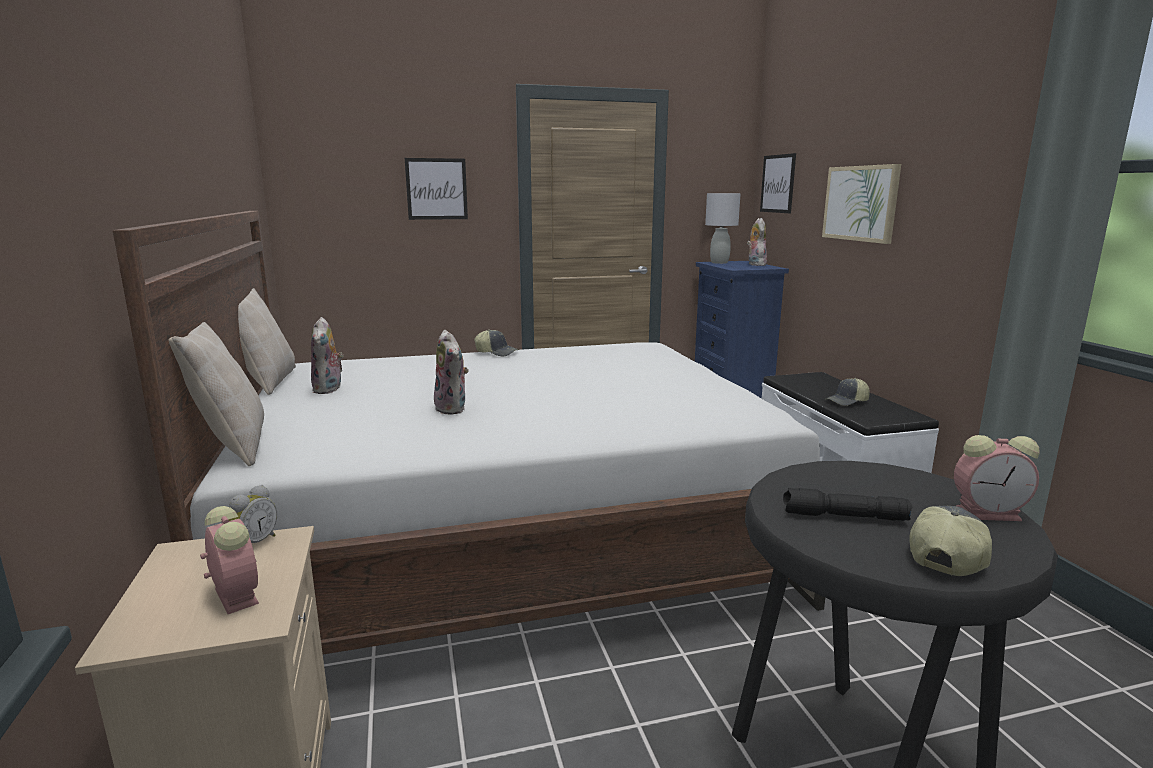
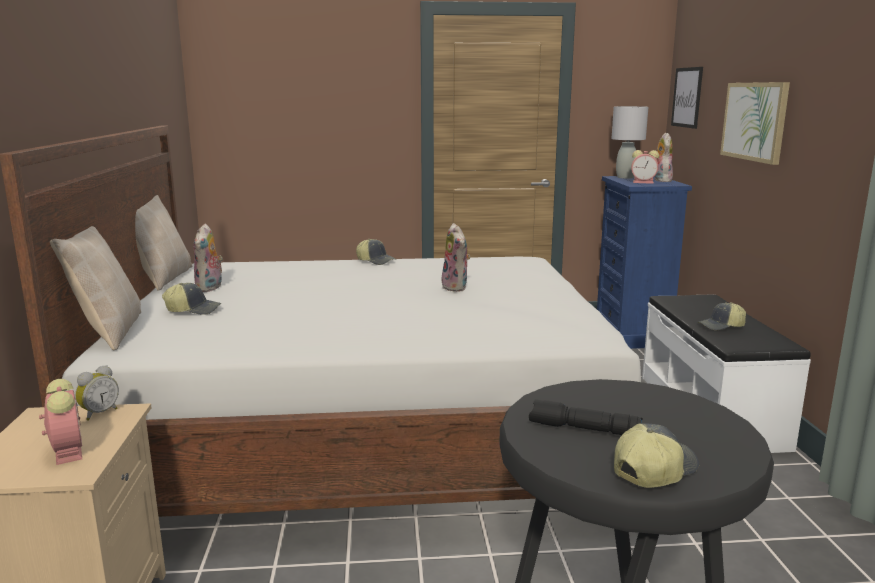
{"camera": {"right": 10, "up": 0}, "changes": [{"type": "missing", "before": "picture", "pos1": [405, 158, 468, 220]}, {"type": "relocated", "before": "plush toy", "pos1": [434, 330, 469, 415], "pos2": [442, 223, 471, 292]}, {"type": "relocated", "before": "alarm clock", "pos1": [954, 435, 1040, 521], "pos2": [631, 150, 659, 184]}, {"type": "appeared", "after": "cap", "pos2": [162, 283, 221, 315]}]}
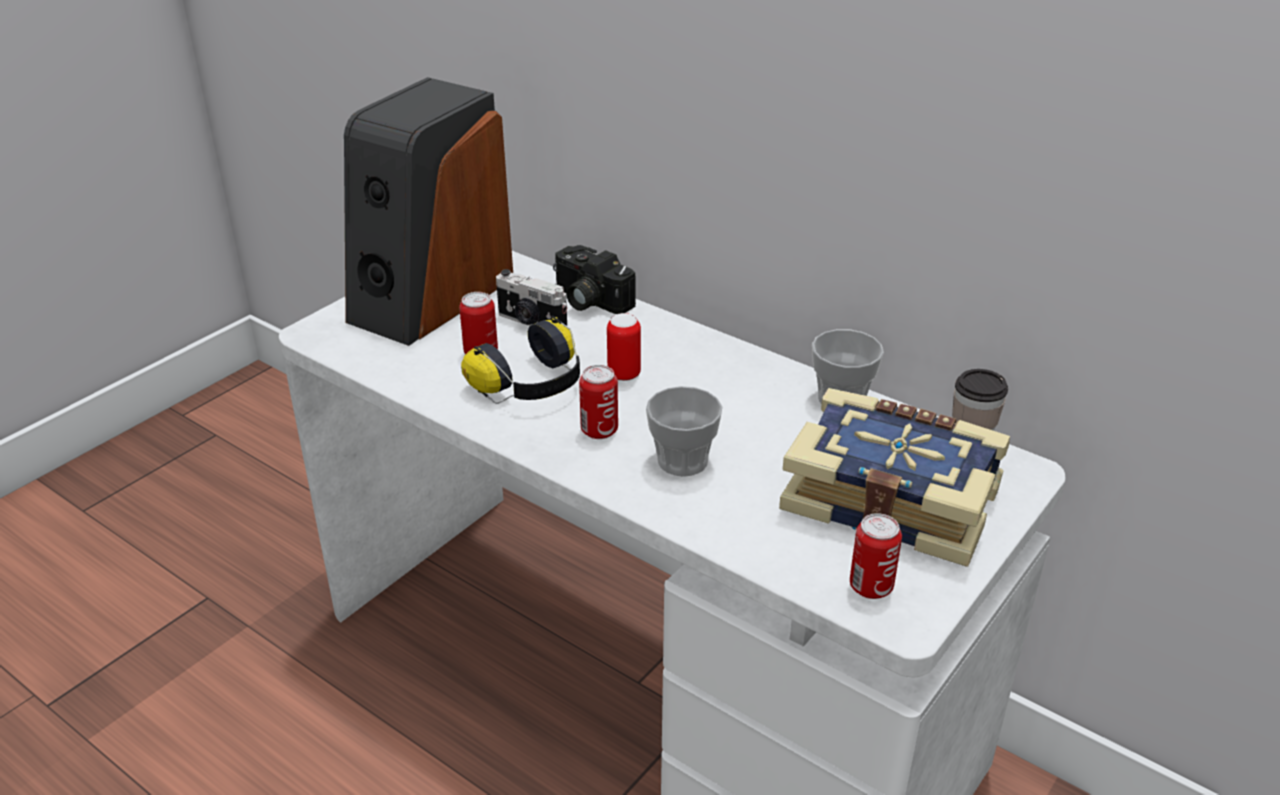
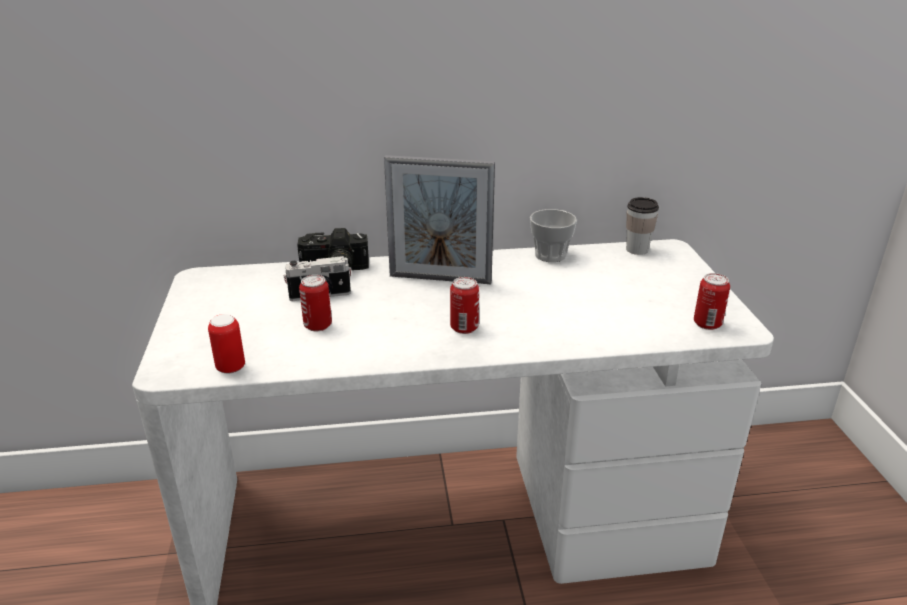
{"camera": {"right": -45, "up": -5}, "changes": [{"type": "missing", "before": "speaker", "pos1": [344, 77, 513, 346]}, {"type": "missing", "before": "headphones", "pos1": [461, 316, 580, 404]}, {"type": "relocated", "before": "can", "pos1": [607, 313, 641, 381], "pos2": [208, 314, 245, 373]}, {"type": "missing", "before": "cup", "pos1": [646, 386, 723, 477]}, {"type": "missing", "before": "book", "pos1": [779, 388, 1010, 567]}, {"type": "appeared", "after": "picture frame", "pos2": [384, 155, 495, 284]}]}
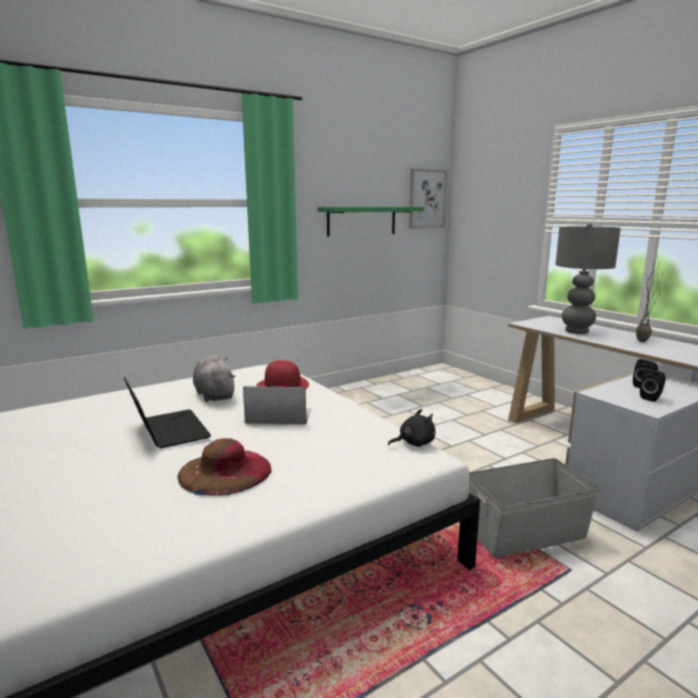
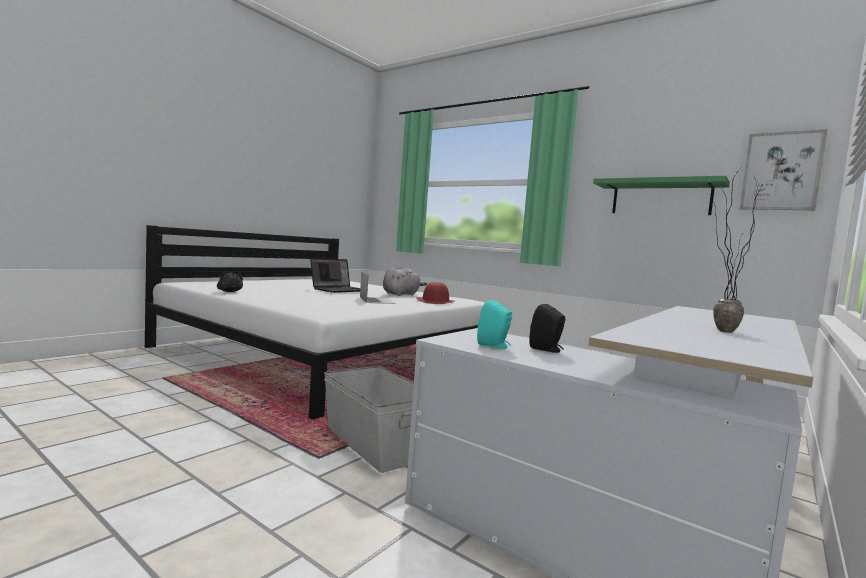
{"camera": {"right": 70, "up": -10}, "changes": [{"type": "missing", "before": "brown hat", "pos1": [177, 438, 271, 496]}, {"type": "relocated", "before": "black plush toy", "pos1": [388, 409, 436, 447], "pos2": [217, 272, 243, 292]}, {"type": "missing", "before": "grey table lamp", "pos1": [555, 223, 621, 334]}, {"type": "colour", "before": "black speaker", "after": "turquoise speaker", "pos1": [640, 369, 666, 402], "pos2": [477, 300, 512, 349]}]}
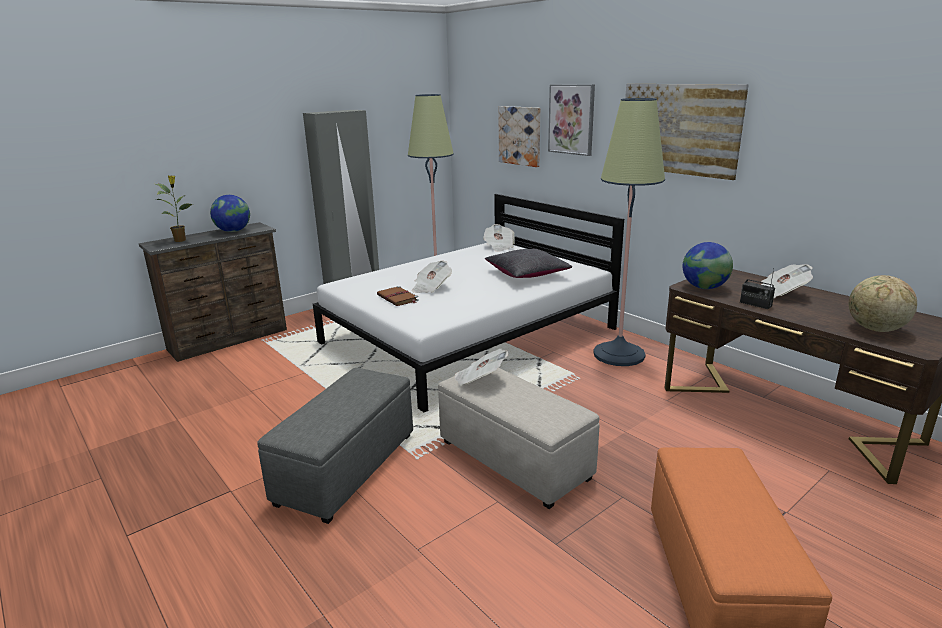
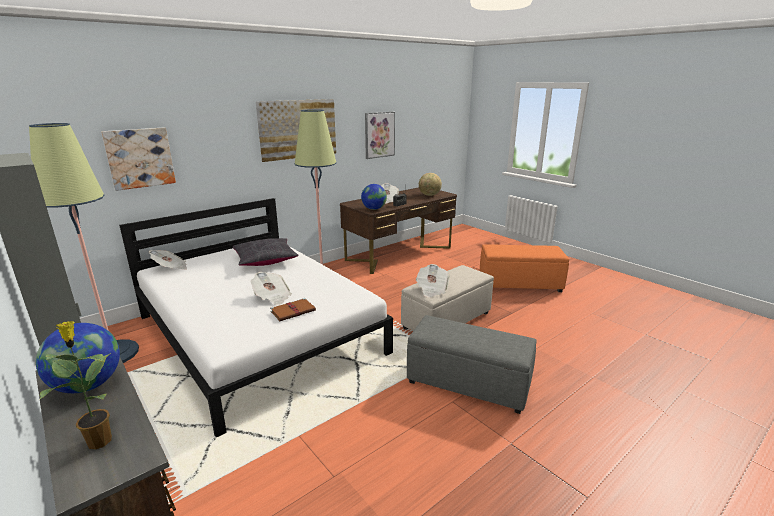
{"camera": {"right": -90, "up": 0}, "changes": [{"type": "relocated", "before": "picture", "pos1": [548, 84, 595, 156], "pos2": [365, 112, 395, 159]}]}
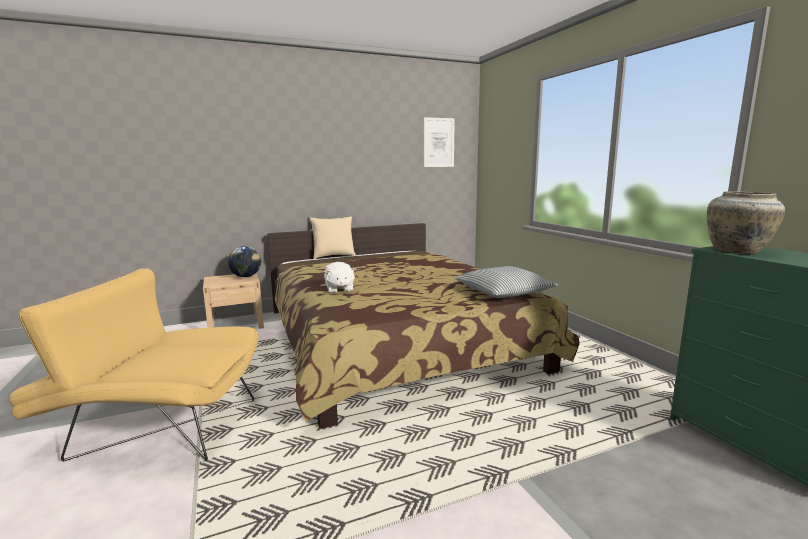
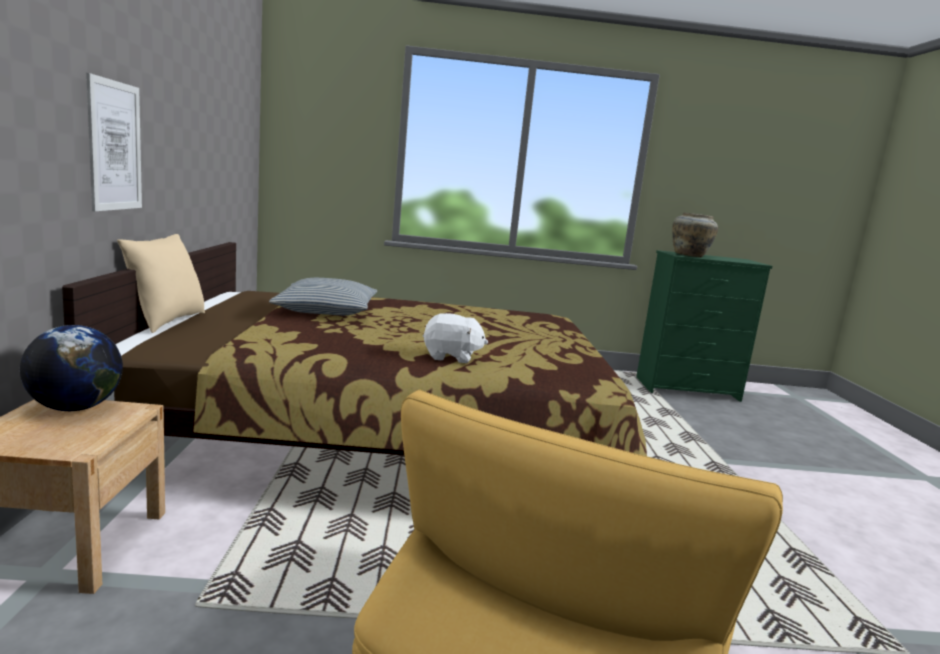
{"camera": {"right": -70, "up": 0}, "changes": [{"type": "relocated", "before": "picture", "pos1": [424, 117, 455, 167], "pos2": [86, 73, 142, 211]}, {"type": "relocated", "before": "pillow", "pos1": [454, 266, 559, 298], "pos2": [269, 278, 377, 315]}]}
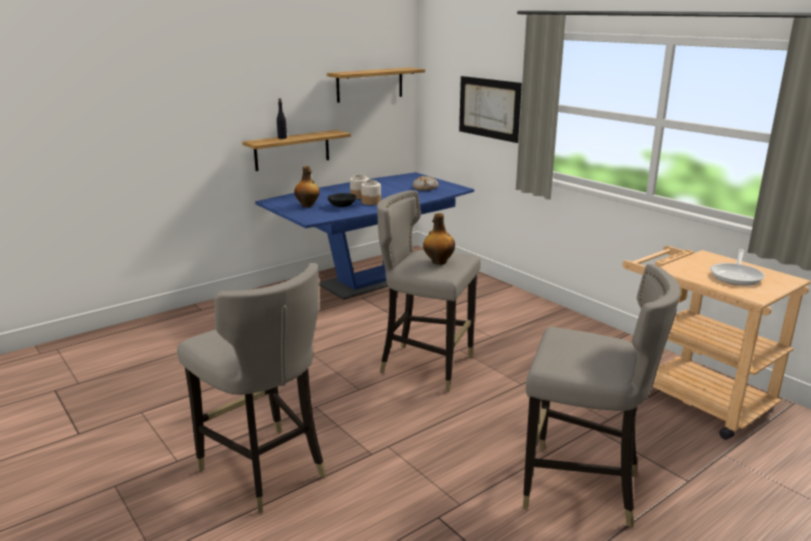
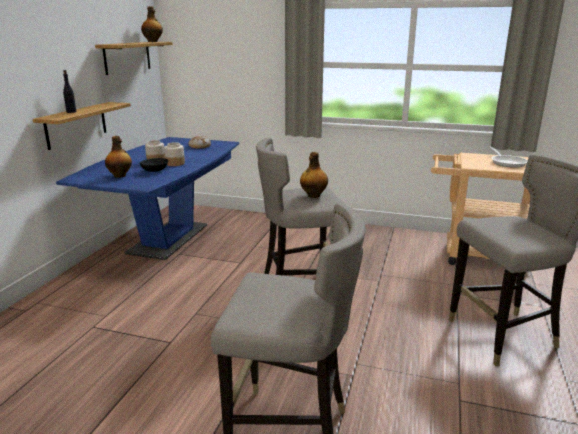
{"camera": {"right": -35, "up": 0}, "changes": [{"type": "missing", "before": "picture", "pos1": [459, 76, 522, 143]}, {"type": "appeared", "after": "bottle", "pos2": [141, 6, 163, 42]}]}
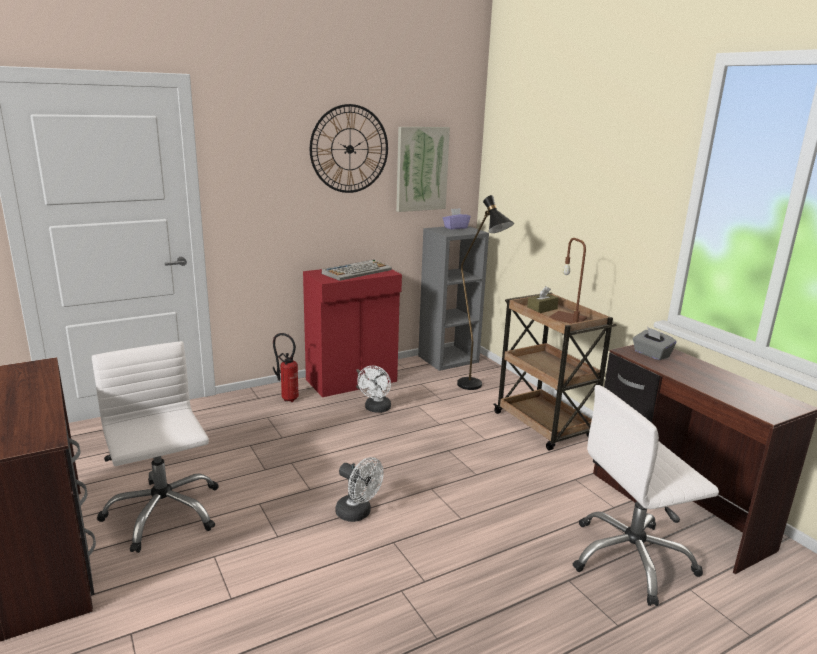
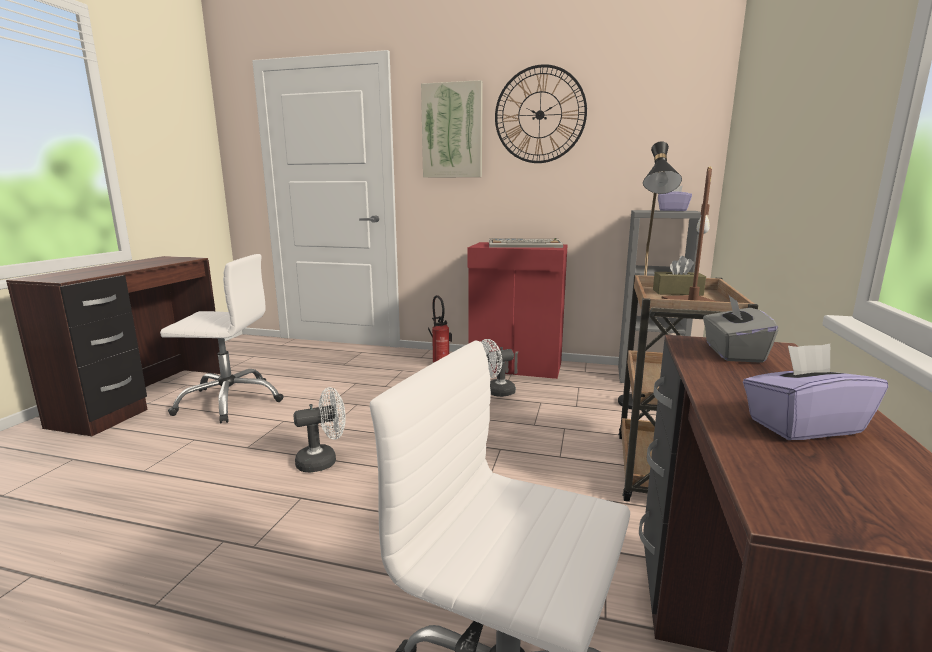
{"camera": {"right": 45, "up": -5}, "changes": [{"type": "spun", "before": "white office chair", "pos1": [92, 341, 219, 553], "pos2": [160, 254, 284, 423], "turn": 75}, {"type": "spun", "before": "white fan", "pos1": [335, 457, 384, 522], "pos2": [293, 387, 346, 473], "turn": -105}, {"type": "relocated", "before": "picture", "pos1": [396, 127, 450, 212], "pos2": [421, 80, 483, 178]}, {"type": "appeared", "after": "purple tissue box", "pos2": [743, 344, 888, 440]}]}
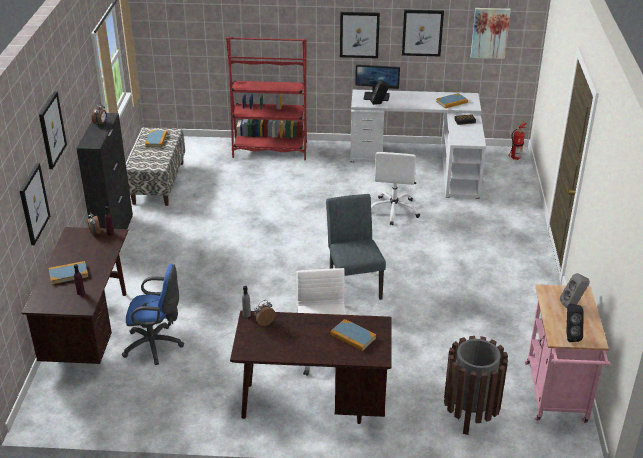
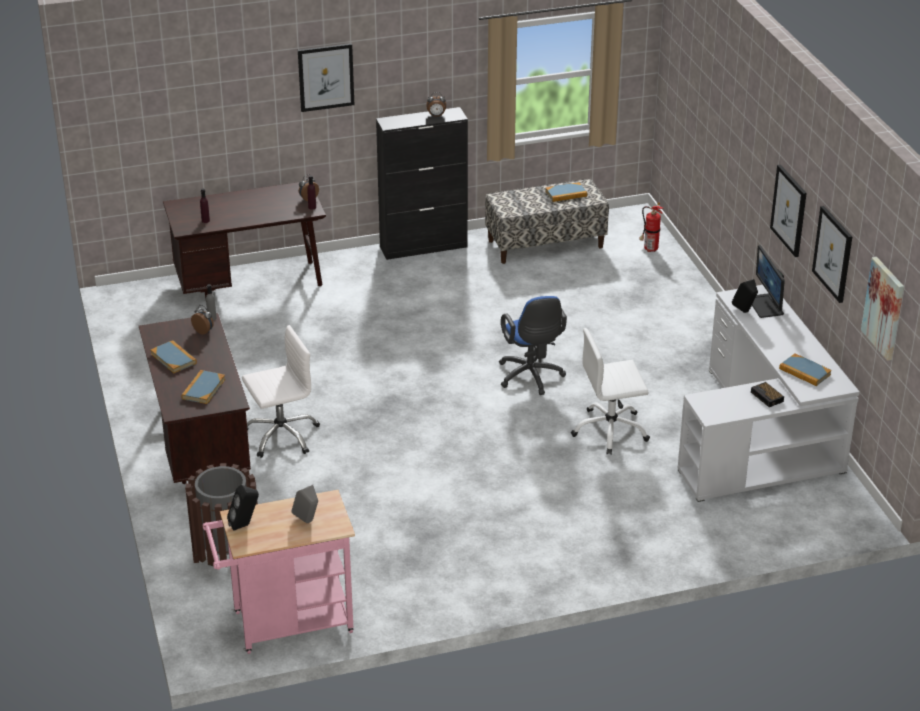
{"camera": {"right": 70, "up": 0}, "changes": [{"type": "missing", "before": "picture", "pos1": [20, 163, 50, 245]}, {"type": "relocated", "before": "book", "pos1": [49, 261, 88, 284], "pos2": [151, 340, 197, 373]}, {"type": "relocated", "before": "blue office chair", "pos1": [122, 264, 184, 365], "pos2": [499, 296, 567, 395]}, {"type": "missing", "before": "red bookcase", "pos1": [226, 37, 307, 160]}, {"type": "missing", "before": "grey chair", "pos1": [326, 194, 386, 300]}, {"type": "relocated", "before": "fire extinguisher", "pos1": [508, 122, 527, 160], "pos2": [639, 202, 663, 252]}]}
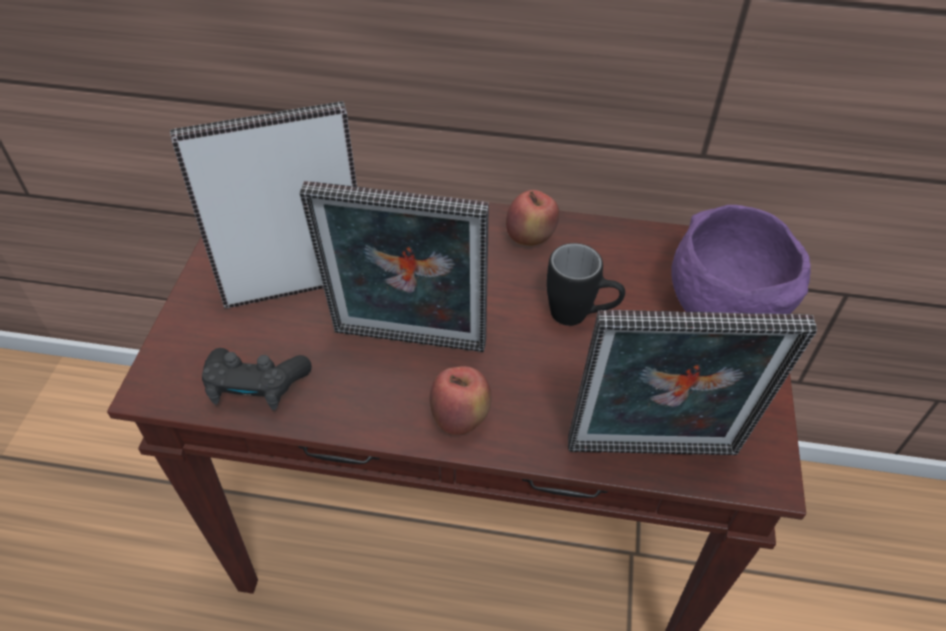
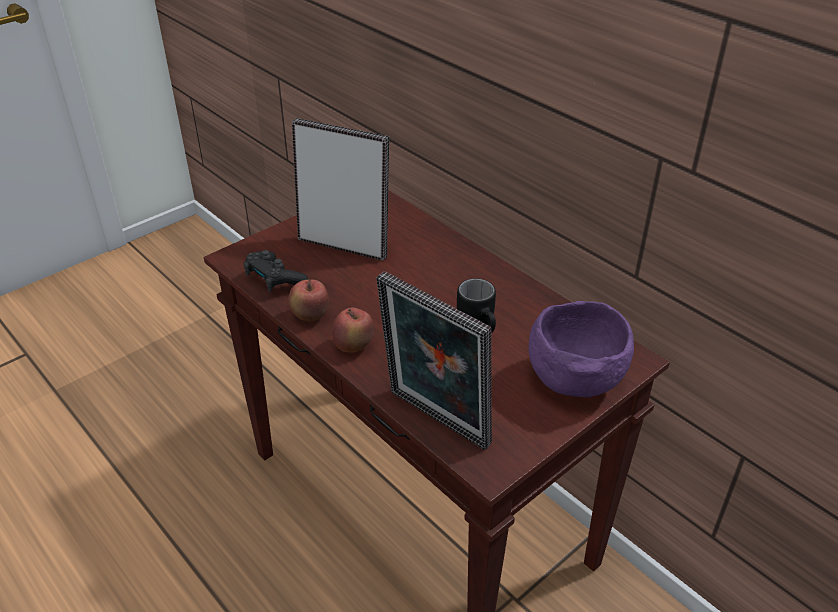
{"camera": {"right": 40, "up": -10}, "changes": [{"type": "missing", "before": "picture frame", "pos1": [300, 181, 489, 352]}, {"type": "relocated", "before": "apple", "pos1": [506, 190, 559, 246], "pos2": [288, 279, 329, 321]}]}
